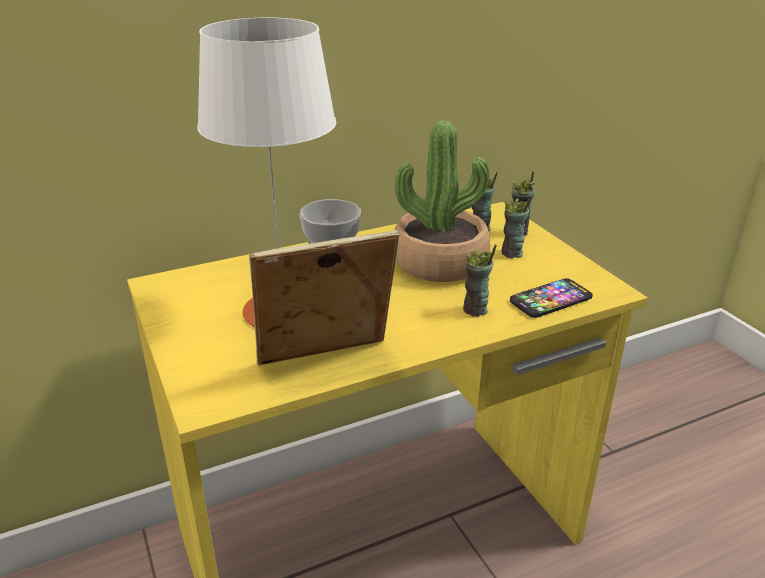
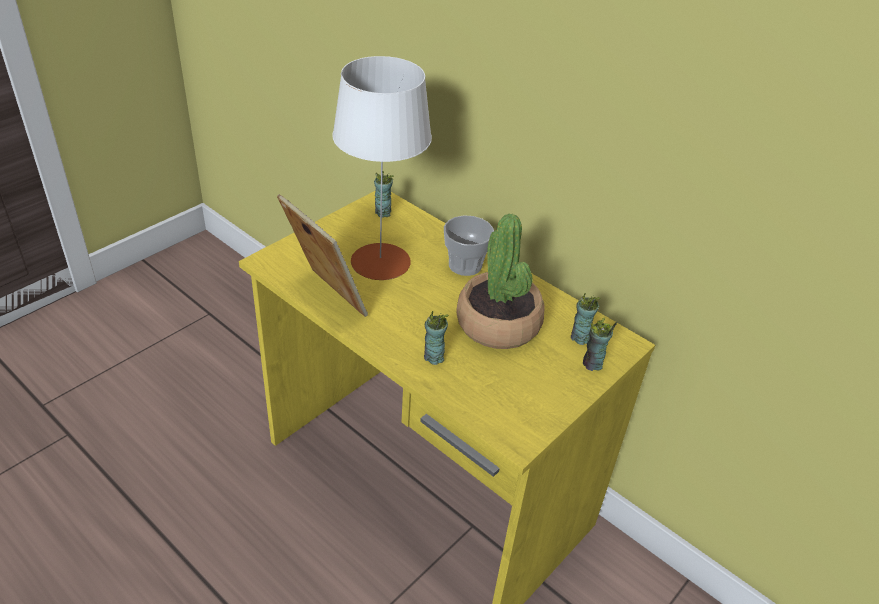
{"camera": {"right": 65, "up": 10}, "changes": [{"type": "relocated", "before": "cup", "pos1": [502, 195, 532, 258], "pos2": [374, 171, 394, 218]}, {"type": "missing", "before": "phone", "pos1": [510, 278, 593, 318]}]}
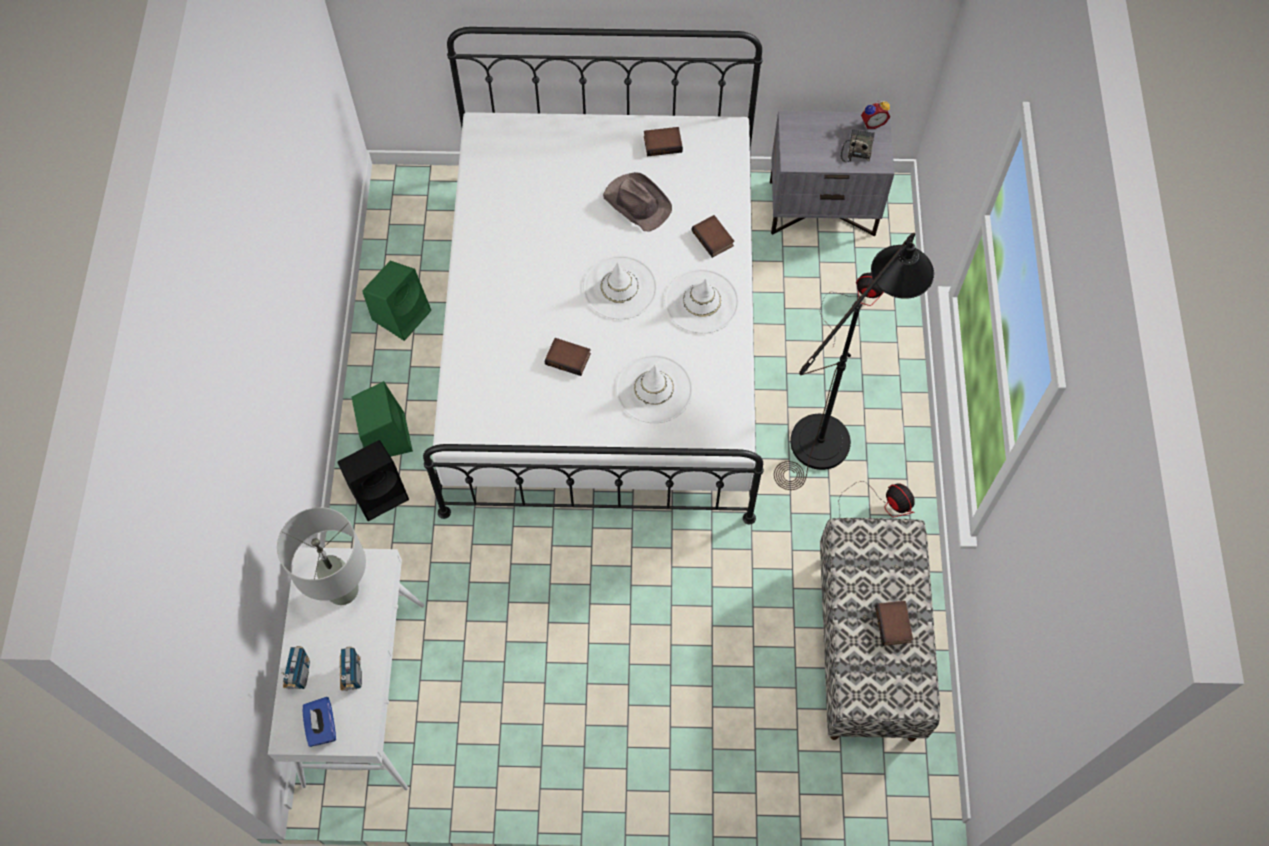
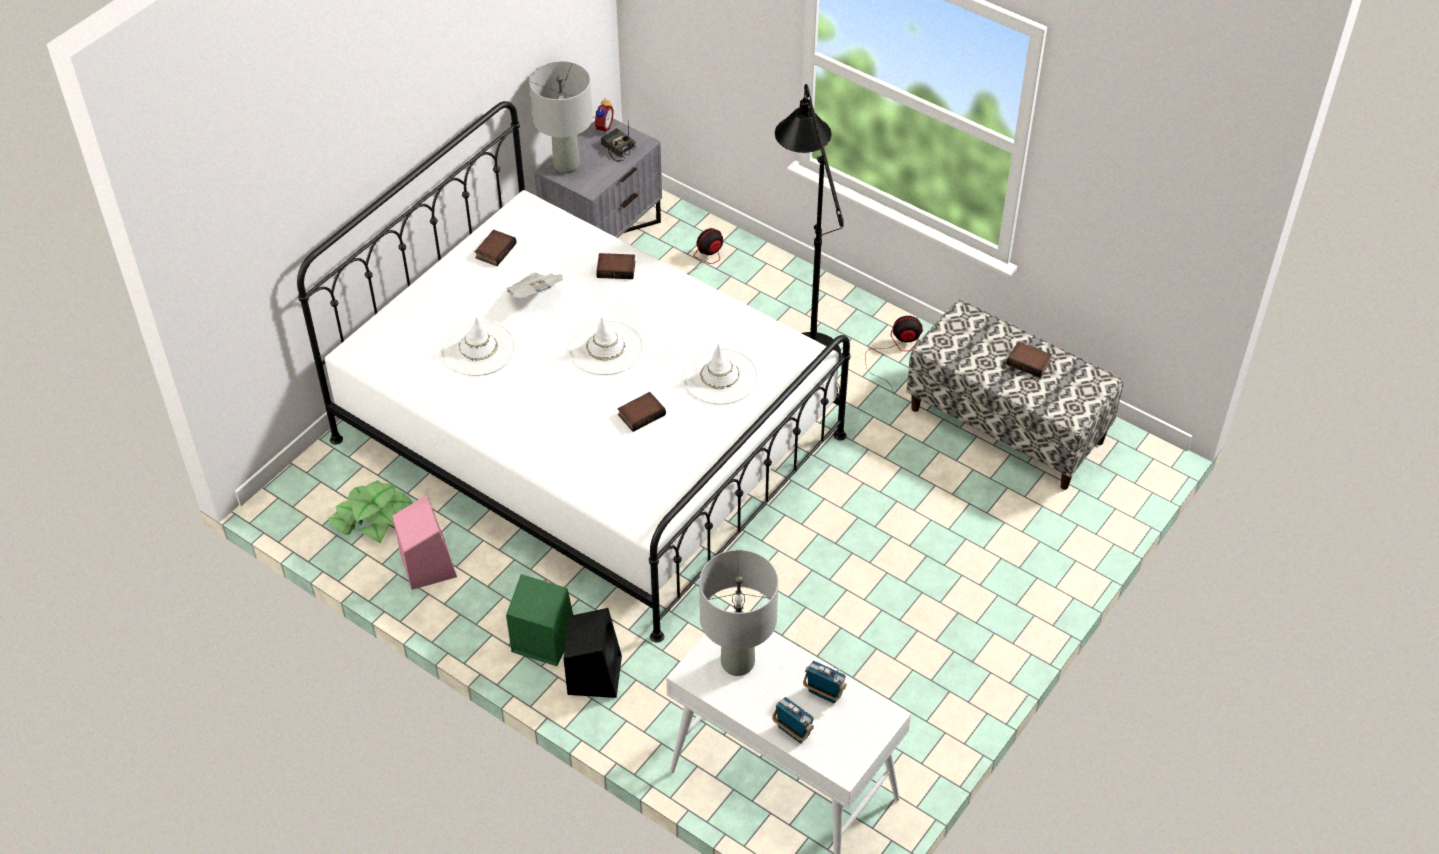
{"camera": {"right": -55, "up": -15}, "changes": [{"type": "missing", "before": "blue tissue box", "pos1": [303, 697, 336, 747]}, {"type": "colour", "before": "green speaker", "after": "pink speaker", "pos1": [362, 261, 431, 341], "pos2": [392, 495, 457, 590]}, {"type": "exchanged", "before": "brown hat", "after": "newspaper", "pos1": [603, 172, 672, 231], "pos2": [506, 272, 564, 298]}, {"type": "relocated", "before": "white hat", "pos1": [664, 269, 739, 333], "pos2": [440, 316, 516, 376]}, {"type": "appeared", "after": "potted plant", "pos2": [328, 480, 413, 543]}, {"type": "appeared", "after": "grey table lamp", "pos2": [529, 61, 593, 174]}]}
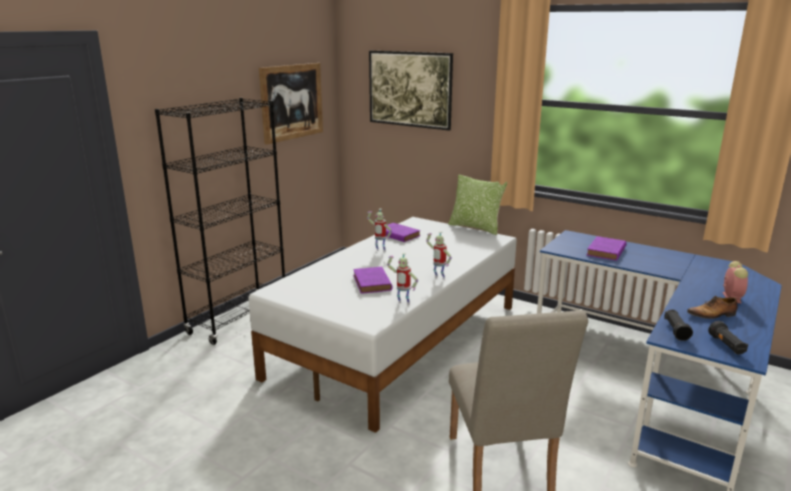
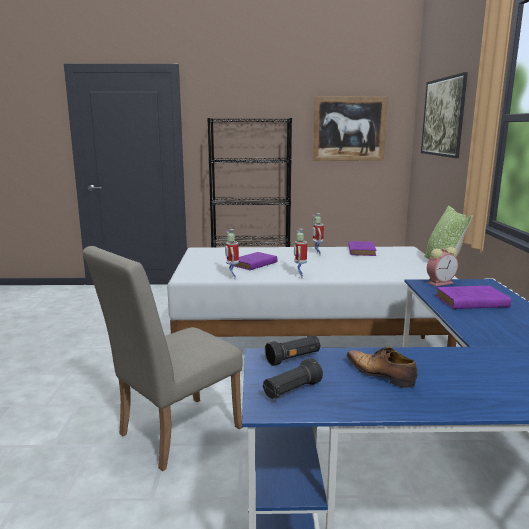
{"camera": {"right": 55, "up": -5}, "changes": [{"type": "relocated", "before": "alarm clock", "pos1": [723, 261, 748, 303], "pos2": [427, 247, 458, 286]}]}
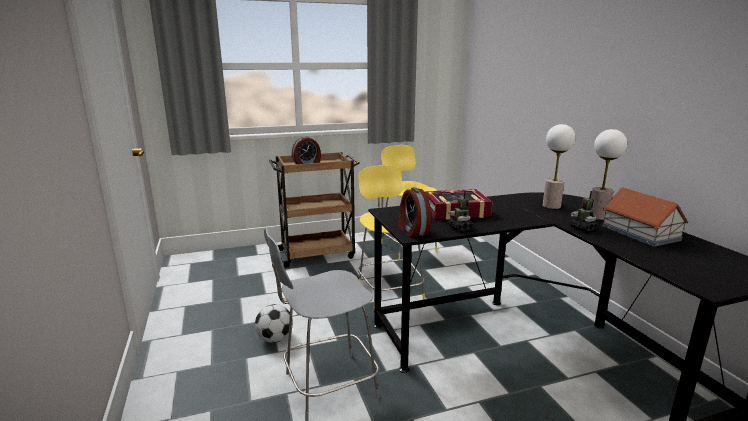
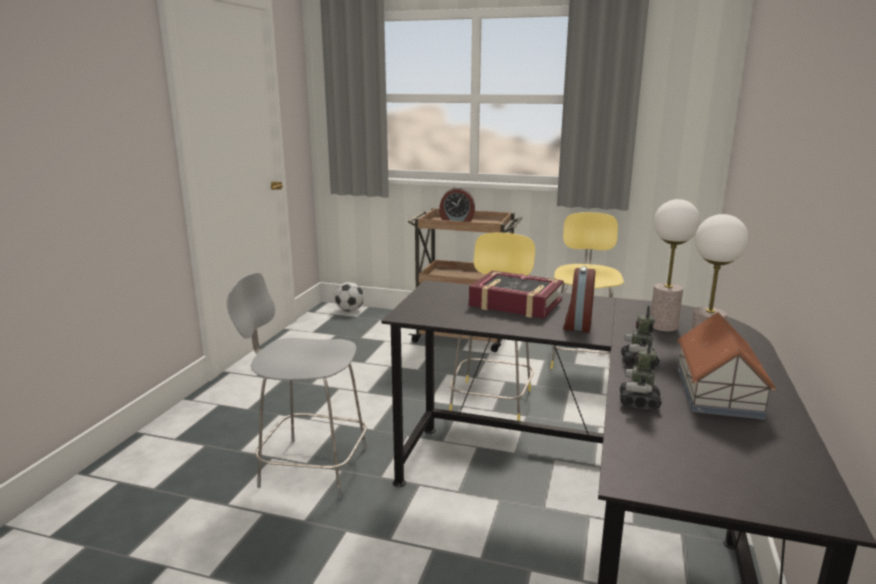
{"camera": {"right": 35, "up": 0}, "changes": [{"type": "relocated", "before": "football", "pos1": [255, 304, 293, 343], "pos2": [334, 282, 364, 311]}, {"type": "relocated", "before": "alarm clock", "pos1": [399, 187, 431, 238], "pos2": [563, 266, 595, 332]}, {"type": "relocated", "before": "toy robot", "pos1": [448, 191, 474, 231], "pos2": [620, 339, 662, 410]}]}
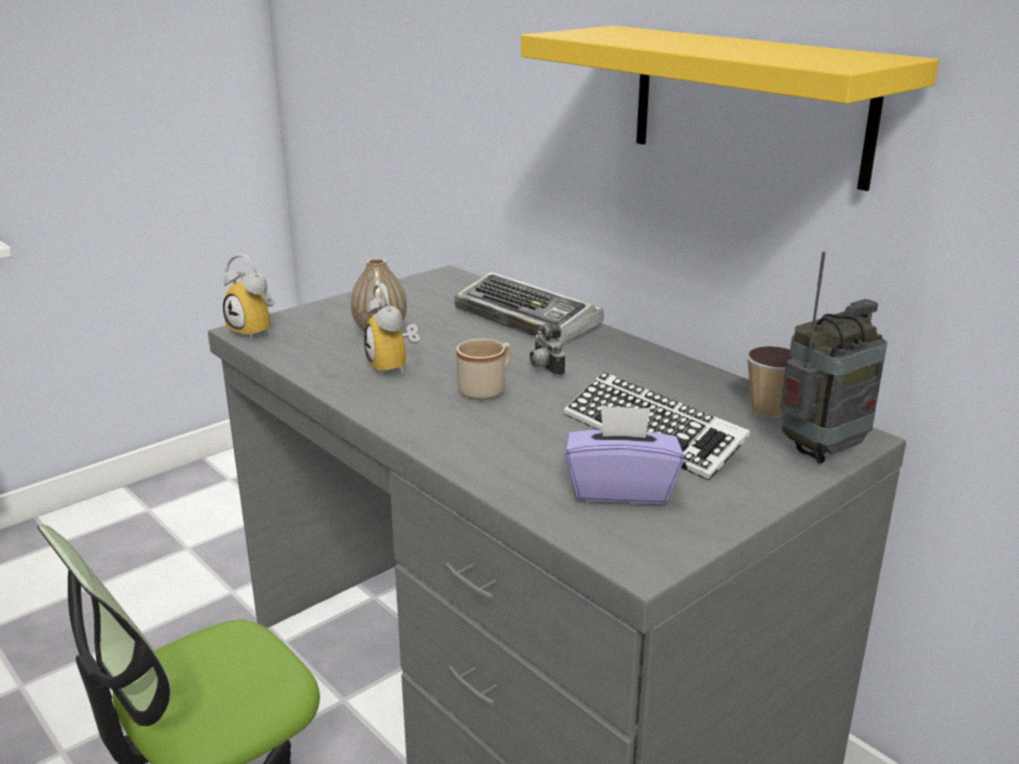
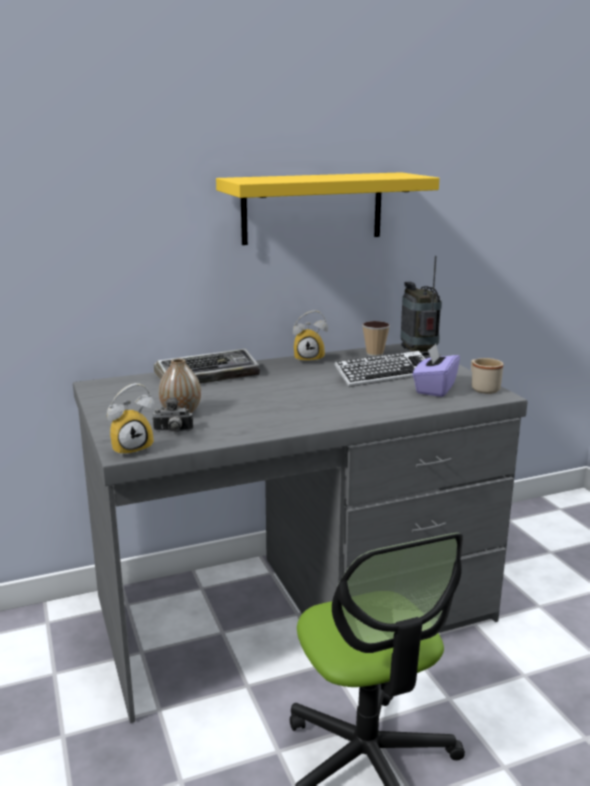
{"camera": {"right": -70, "up": -5}, "changes": [{"type": "relocated", "before": "alarm clock", "pos1": [364, 283, 420, 377], "pos2": [293, 310, 328, 363]}, {"type": "relocated", "before": "beige mug", "pos1": [456, 339, 511, 400], "pos2": [471, 358, 503, 394]}, {"type": "relocated", "before": "photo camera", "pos1": [530, 323, 565, 377], "pos2": [152, 397, 193, 432]}]}
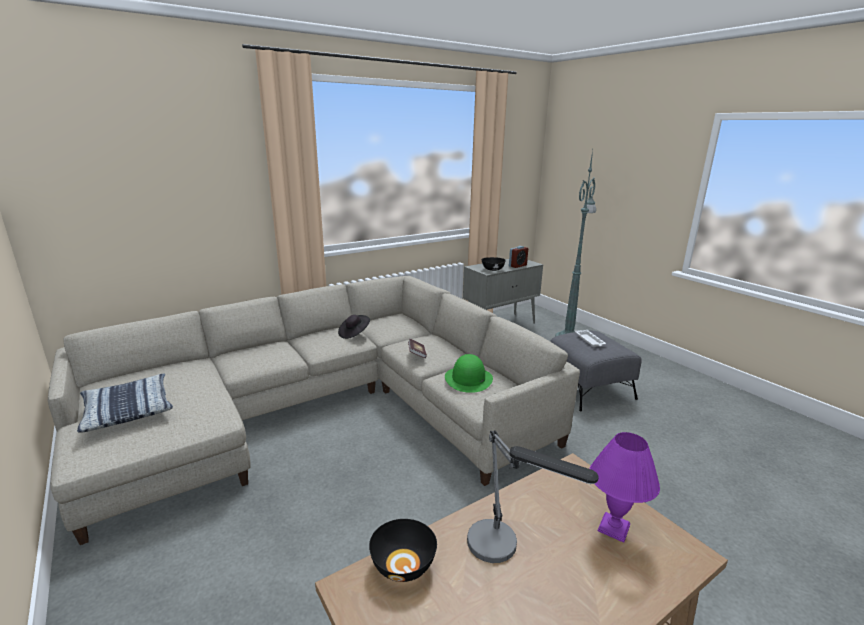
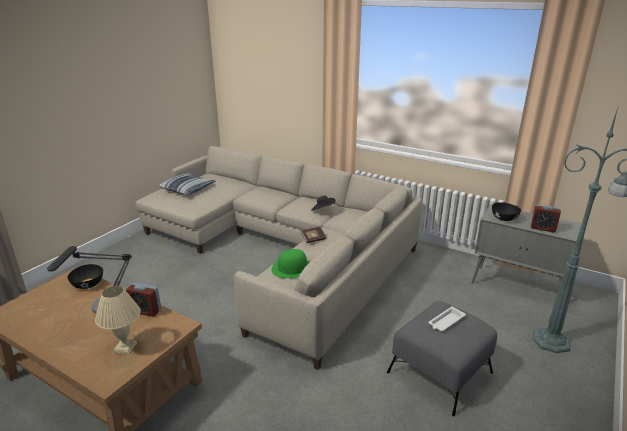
{"camera": {"right": 65, "up": 5}, "changes": [{"type": "colour", "before": "purple table lamp", "after": "beige table lamp", "pos1": [589, 432, 660, 543], "pos2": [95, 286, 141, 354]}, {"type": "appeared", "after": "alarm clock", "pos2": [126, 282, 161, 317]}]}
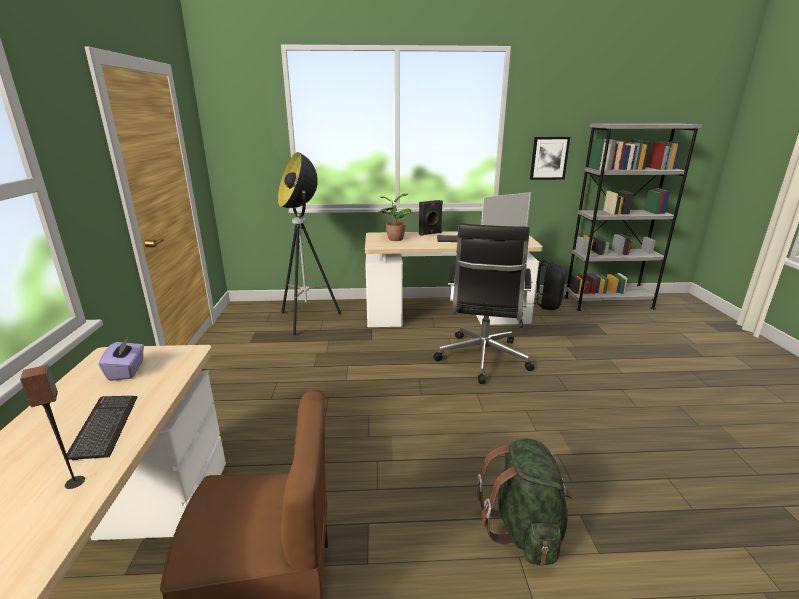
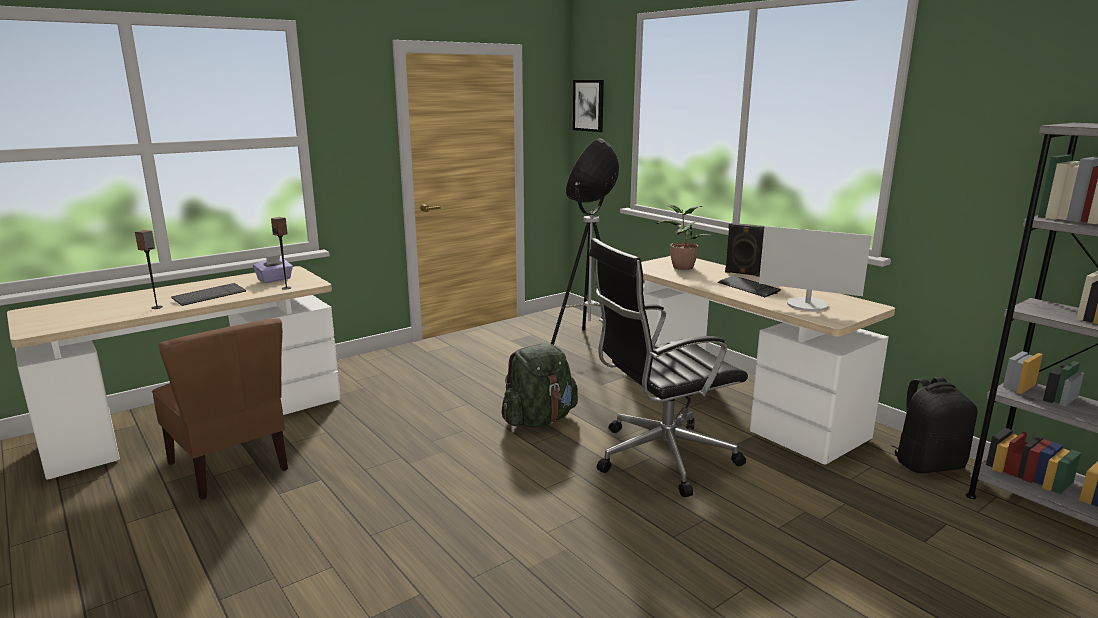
{"camera": {"right": 55, "up": -5}, "changes": [{"type": "relocated", "before": "green backpack", "pos1": [477, 438, 573, 566], "pos2": [501, 343, 578, 428]}, {"type": "relocated", "before": "picture", "pos1": [530, 137, 570, 180], "pos2": [573, 80, 604, 132]}, {"type": "appeared", "after": "speaker", "pos2": [271, 217, 291, 290]}]}
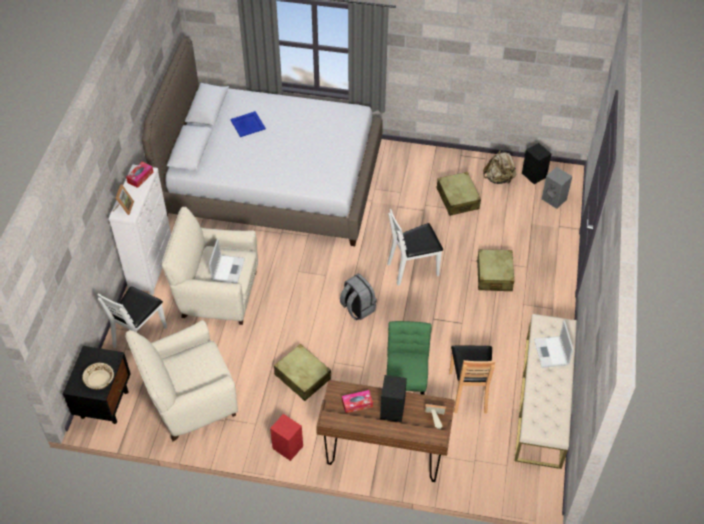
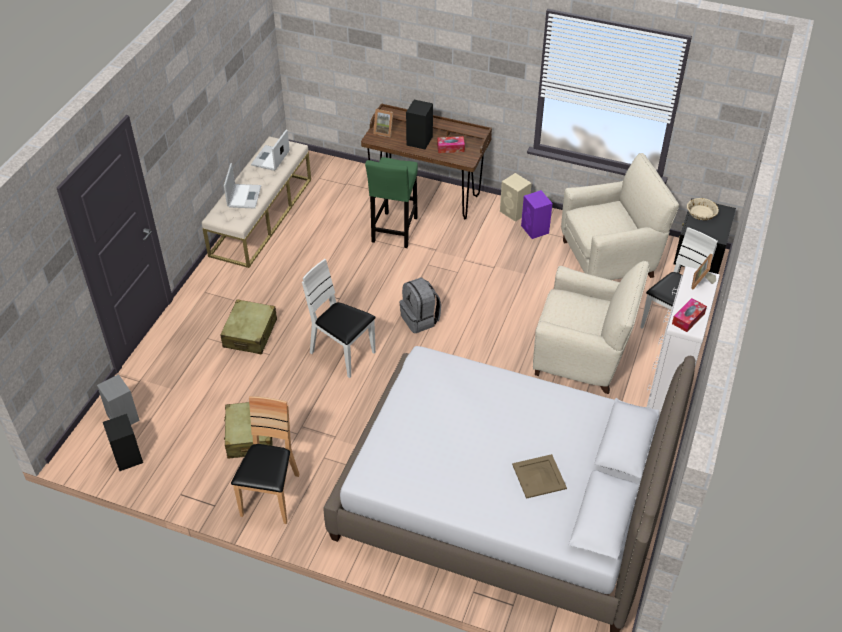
{"camera": {"right": -170, "up": -5}, "changes": [{"type": "relocated", "before": "laptop", "pos1": [209, 239, 245, 283], "pos2": [251, 129, 290, 171]}, {"type": "colour", "before": "blue tray", "after": "beige tray", "pos1": [230, 111, 266, 137], "pos2": [512, 454, 567, 499]}, {"type": "colour", "before": "red speaker", "after": "beige speaker", "pos1": [270, 414, 303, 461], "pos2": [500, 173, 532, 222]}, {"type": "missing", "before": "beige suitcase", "pos1": [274, 344, 331, 401]}, {"type": "spun", "before": "white chair", "pos1": [387, 209, 443, 286], "pos2": [302, 259, 376, 378], "turn": -135}, {"type": "relocated", "before": "brown chair", "pos1": [449, 346, 495, 413], "pos2": [231, 396, 300, 524]}, {"type": "missing", "before": "beige backpack", "pos1": [483, 149, 516, 184]}, {"type": "appeared", "after": "purple speaker", "pos2": [521, 190, 553, 239]}]}
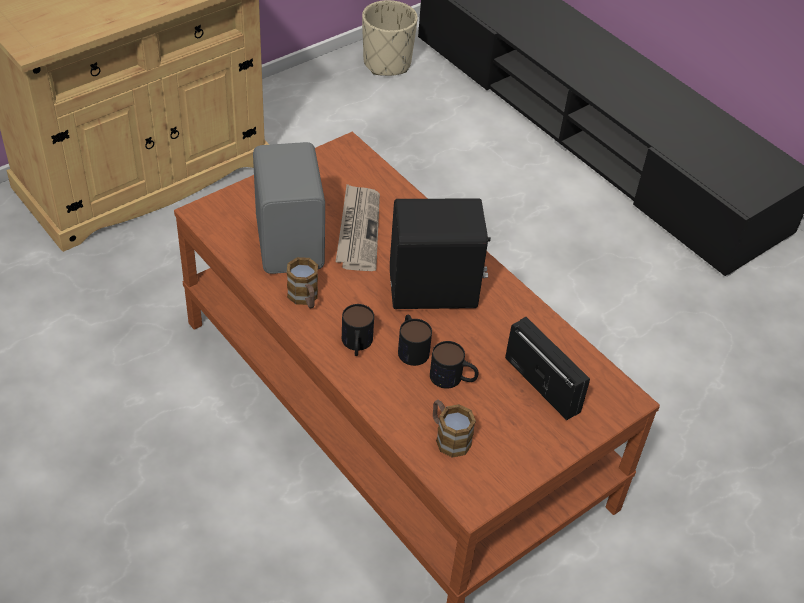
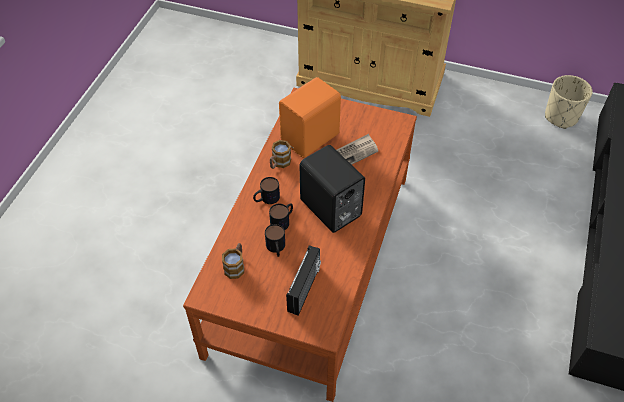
{"camera": {"right": 60, "up": 5}, "changes": [{"type": "colour", "before": "grey speaker", "after": "orange speaker", "pos1": [253, 142, 325, 274], "pos2": [279, 77, 341, 158]}]}
